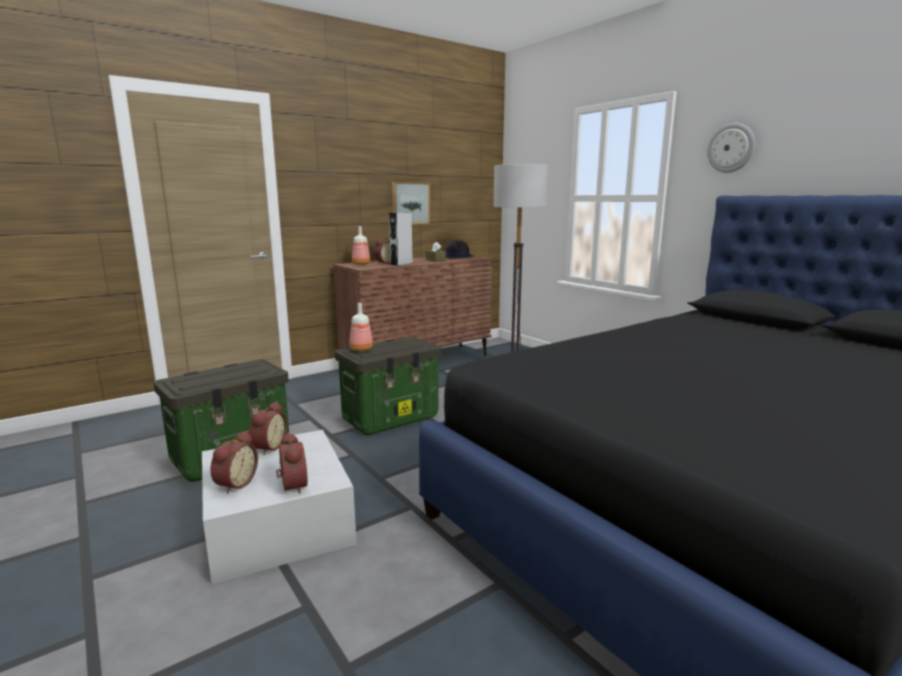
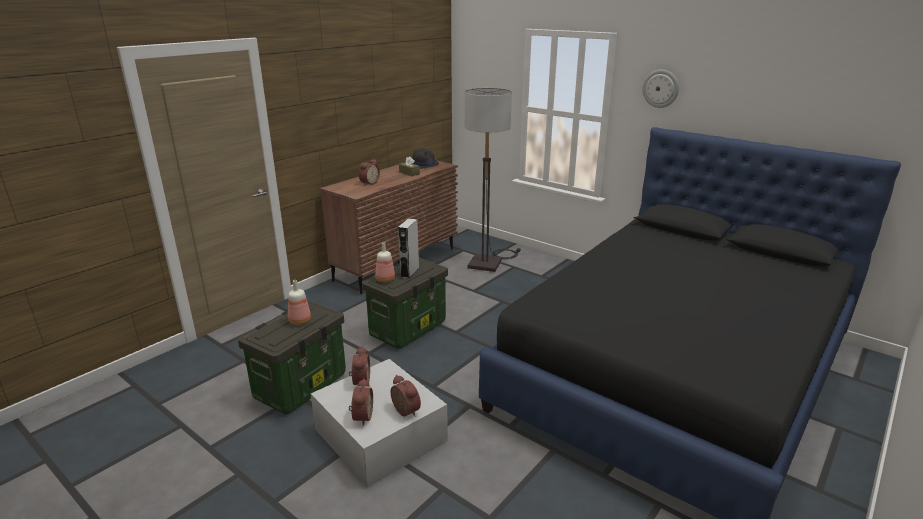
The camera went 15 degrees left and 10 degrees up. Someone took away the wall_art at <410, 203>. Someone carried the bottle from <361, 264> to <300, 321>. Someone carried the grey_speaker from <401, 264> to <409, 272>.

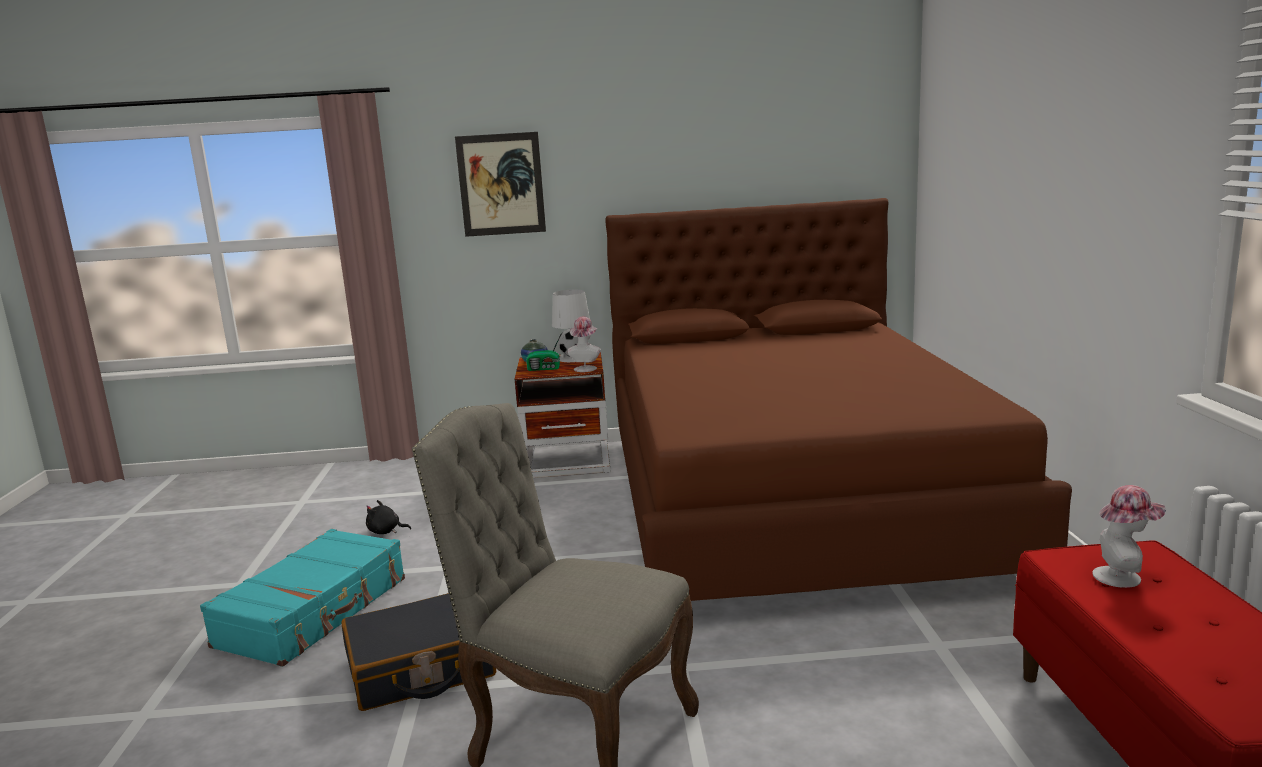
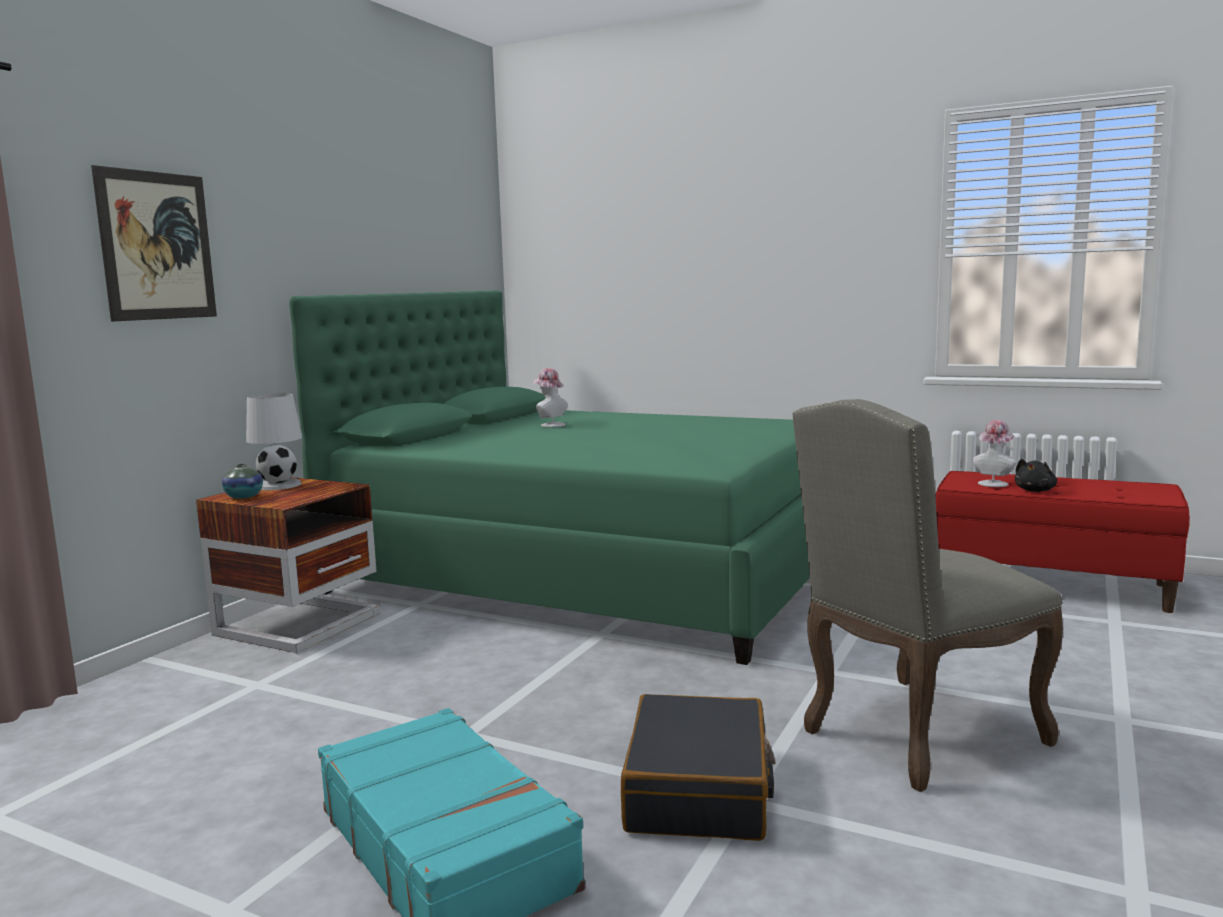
The camera went 60 degrees left and 5 degrees down. Someone took away the radio at <544, 369>. Someone carried the blackish_cuddly_toy from <386, 531> to <1035, 491>. Someone carried the wearable_hat from <586, 368> to <550, 425>. Someone repainted the brown-coloured_bed at <793, 501>, which became the greenish_bed at <594, 571>.

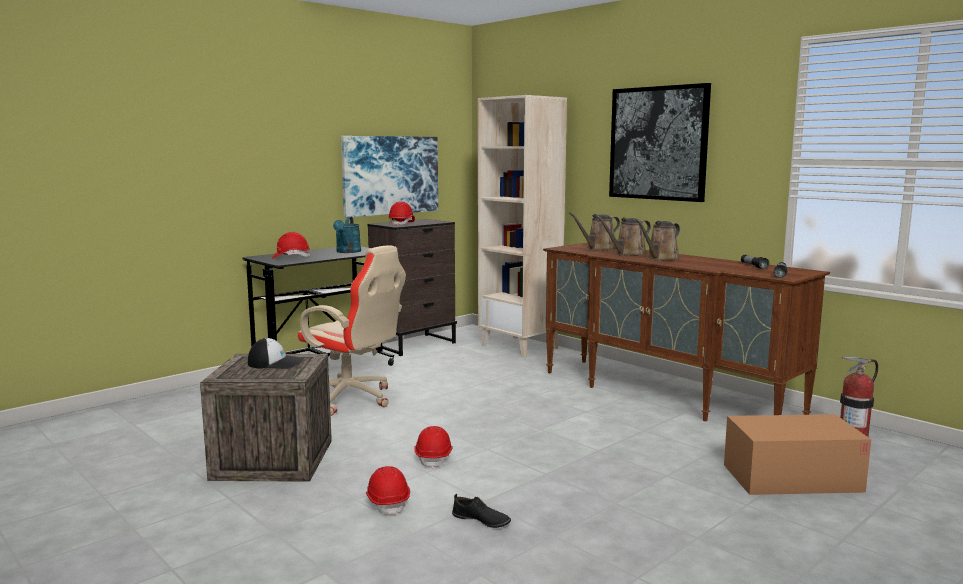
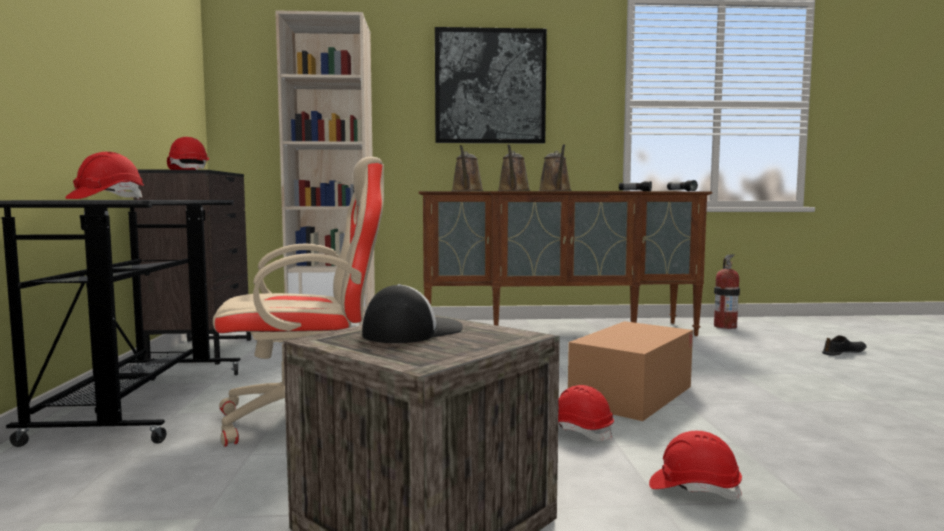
The camera went 50 degrees left and 5 degrees down. Someone took away the turquoise_watering_can at <347, 252>. Someone took away the wall_art at <390, 175>. Someone carried the blackish_item_of_footwear from <481, 520> to <844, 352>. Someone carried the packing_box from <792, 478> to <632, 395>.

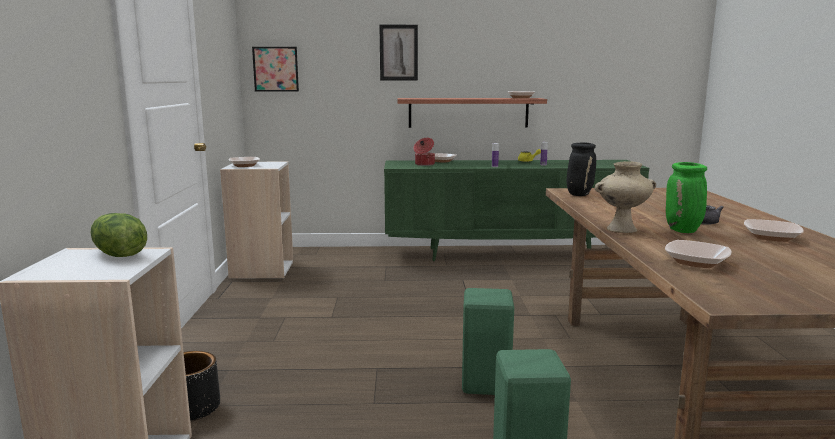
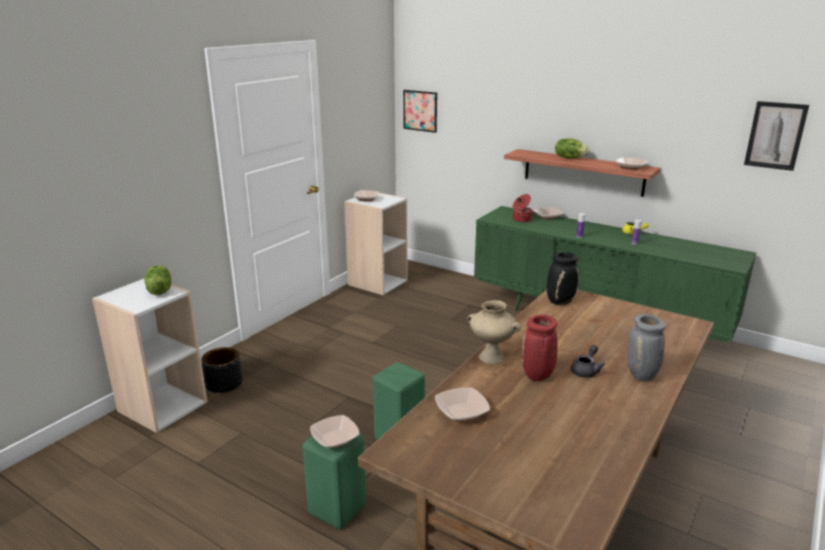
The camera went 35 degrees right and 10 degrees up. Someone put down the lettuce at <569, 158>. Someone put down the grey_decorative_vase at <642, 375>. Someone carried the wall_art from <398, 52> to <775, 135>. Someone carried the deep_dish from <771, 237> to <335, 438>. Someone repainted the greenish_decorative_vase at <683, 231>, which became the reddish_decorative_vase at <538, 376>.

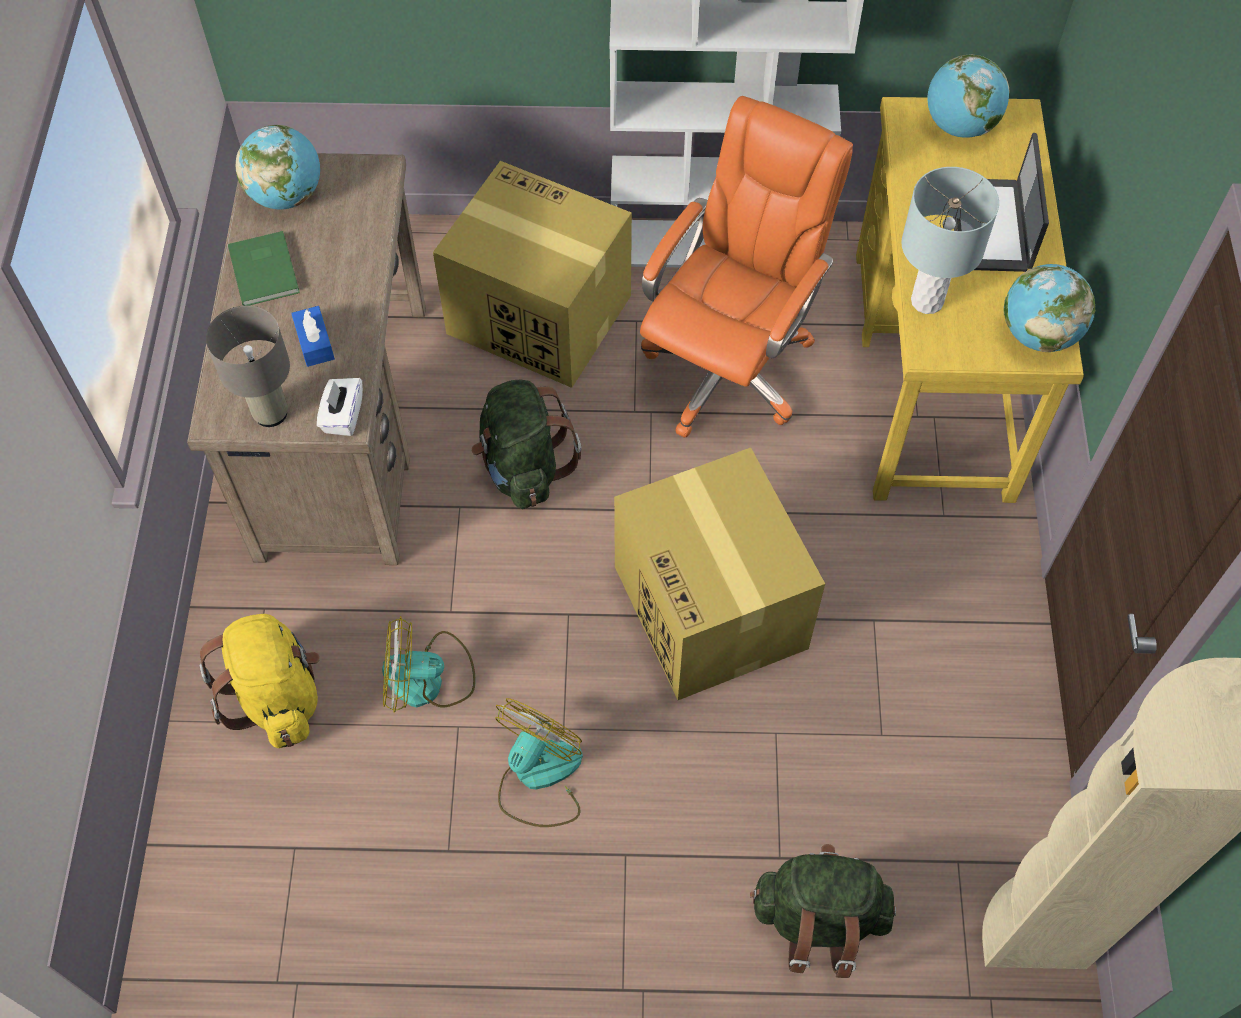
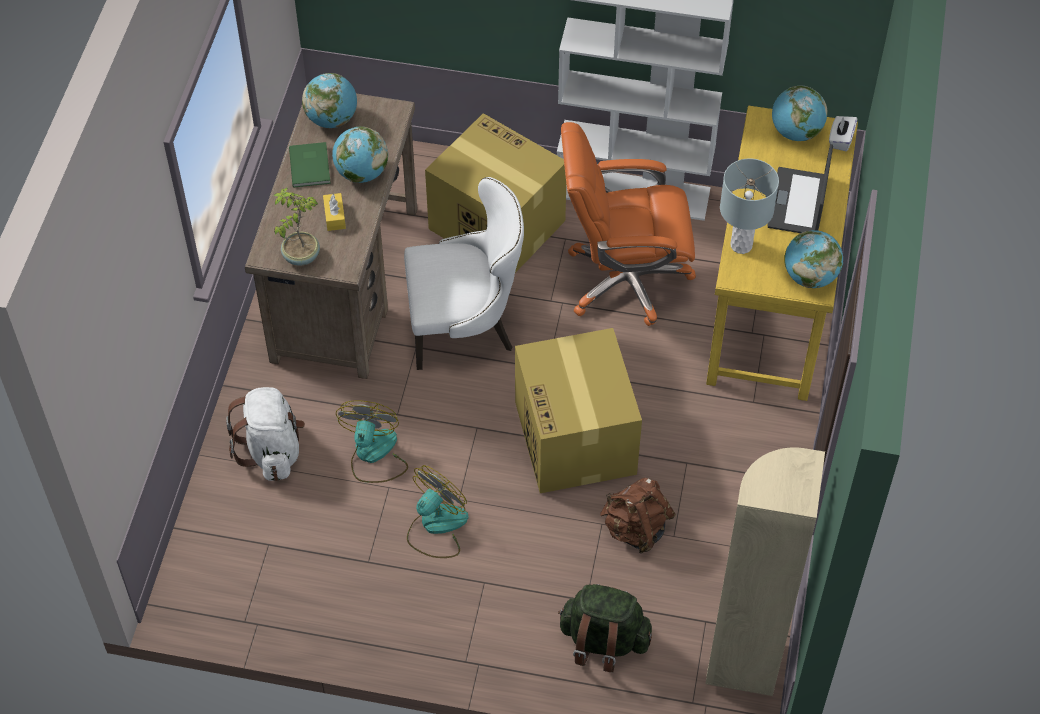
The camera went 10 degrees right and 5 degrees down. Someone put down the desk_globe at <361, 173>. Someone put down the brown-coloured_rucksack at <636, 529>. Someone carried the whitish_tissue_box from <343, 416> to <840, 140>. Someone swapped the grey_tabletop_lamp at <271, 412> for the potted_plant at <300, 256>. Someone swapped the greenish_rucksack at <523, 468> for the whitish_upright_chair at <465, 328>. Someone repainted the yellow_rucksack at <277, 697>, which became the whitish_rucksack at <272, 450>. Someone repainted the blue_tissue_box at <315, 343>, which became the yellow_tissue_box at <335, 216>. Someone rotated the cooling_fan at <427, 680> by 90 degrees clockwise. Someone rotated the orange-coloured_office_chair at <729, 367> by 135 degrees counterclockwise.

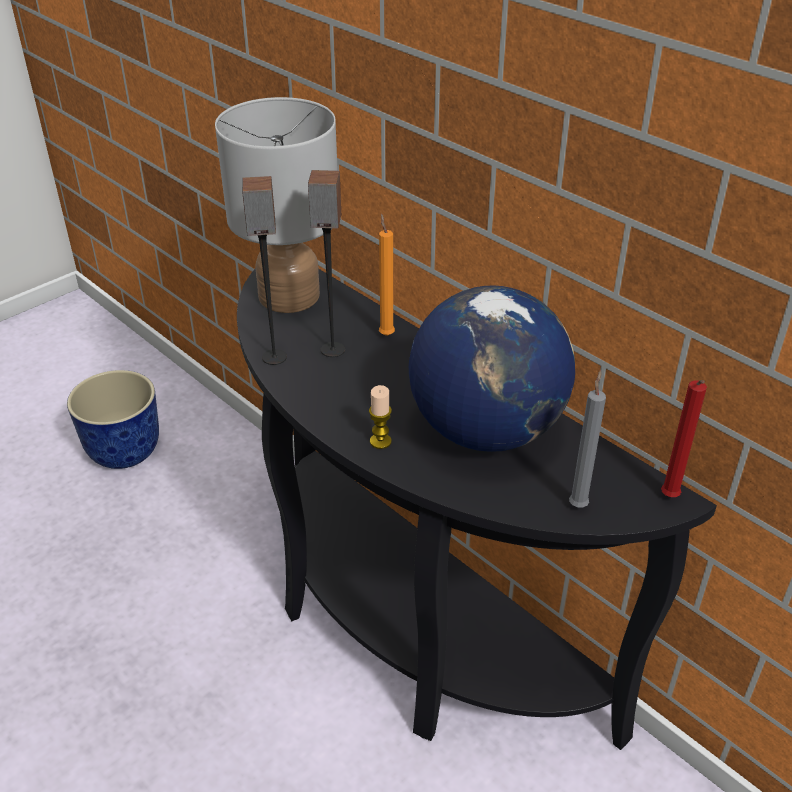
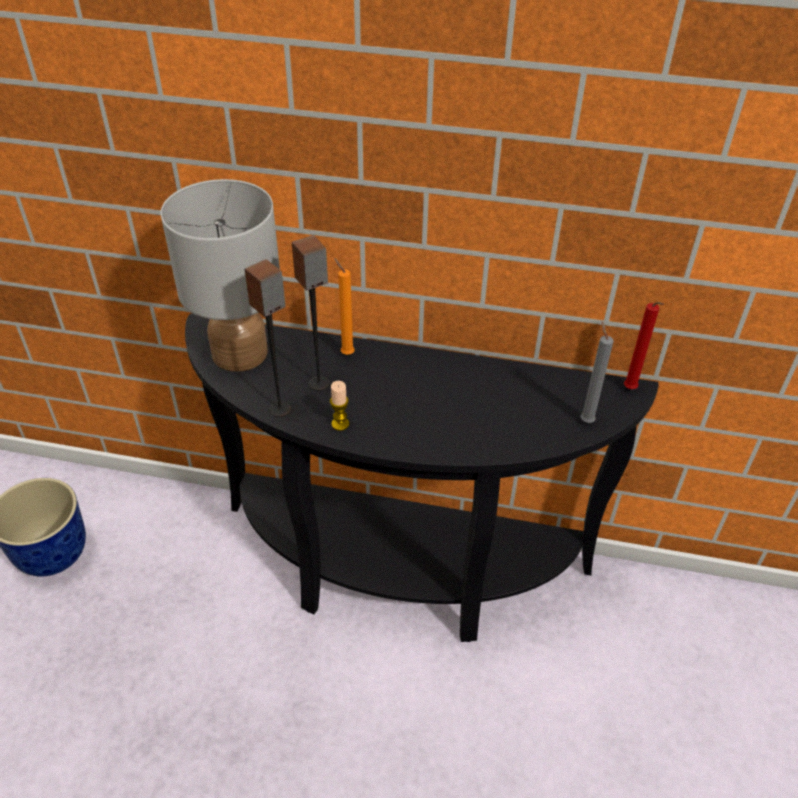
The camera went 35 degrees left and 5 degrees up. Someone took away the desk_globe at <486, 430>. Someone carried the candle from <380, 441> to <340, 424>.

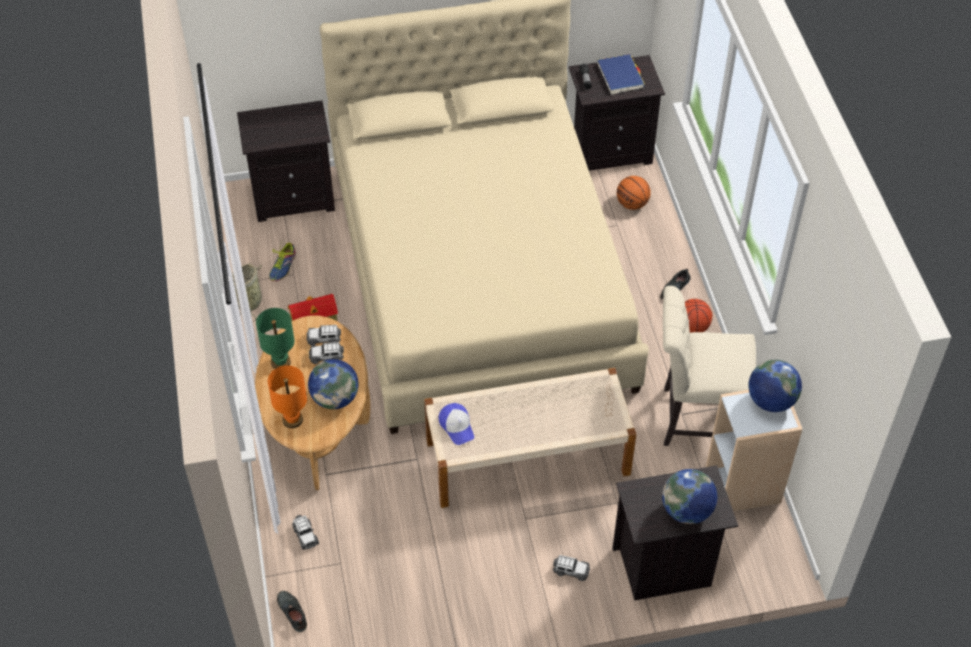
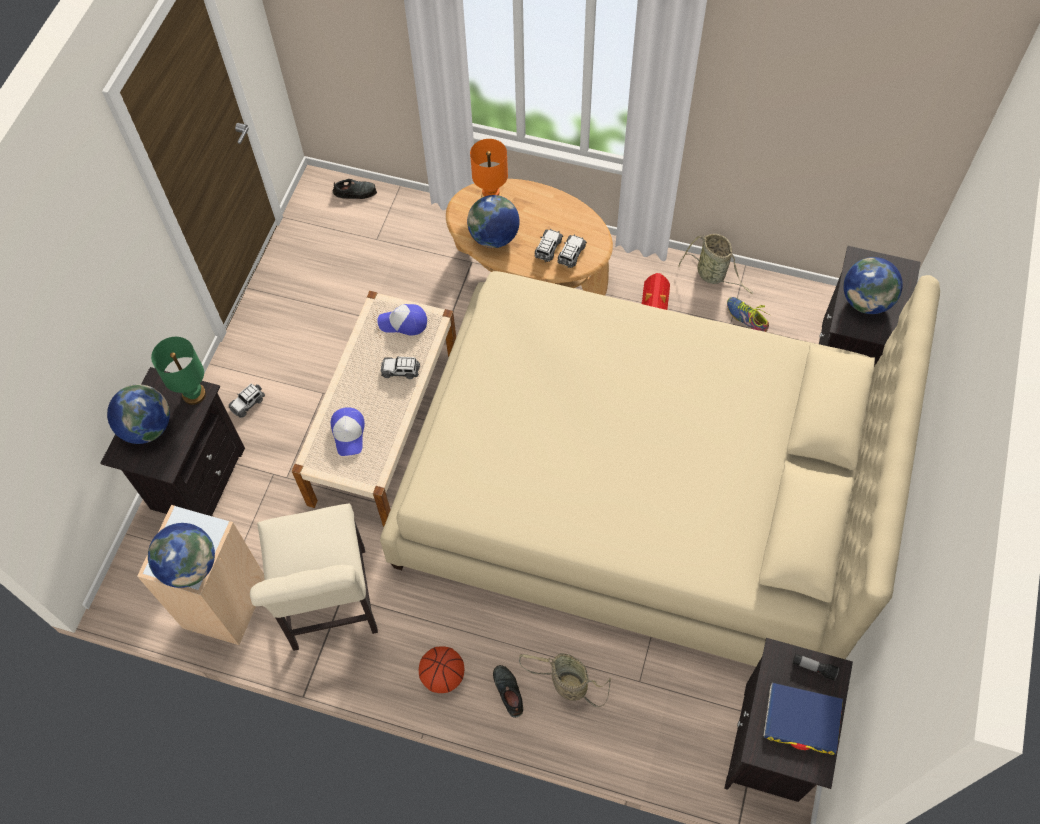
The camera went 120 degrees right and 10 degrees up. Someone took away the basketball at <632, 204>. Someone put down the peaked_cap at <349, 433>. Someone put down the storage_basket at <567, 684>. Someone put down the desk_globe at <866, 301>. Someone carried the greenish_tabletop_lamp from <281, 362> to <193, 395>. Someone carried the toy_car from <305, 535> to <401, 370>. Someone rotated the beige-coloured_upright_chair at <695, 417> by 135 degrees clockwise.

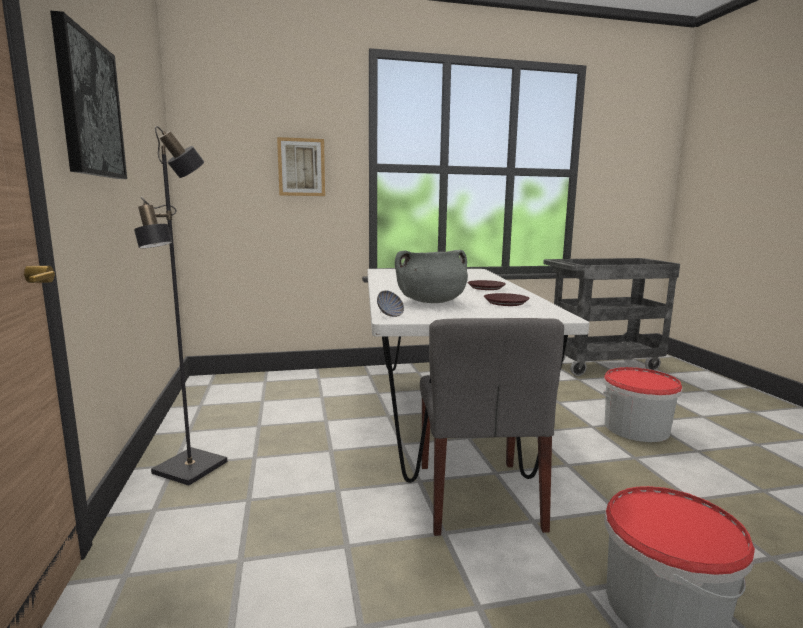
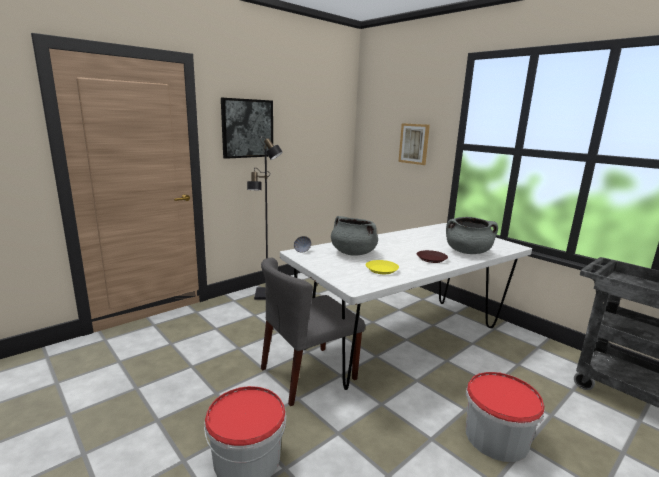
The camera went 60 degrees right and 5 degrees up. Someone put down the grey_stockpot at <468, 252>. Someone repainted the brown-coloured_dinner_plate at <505, 303>, which became the yellow_dinner_plate at <382, 269>.

